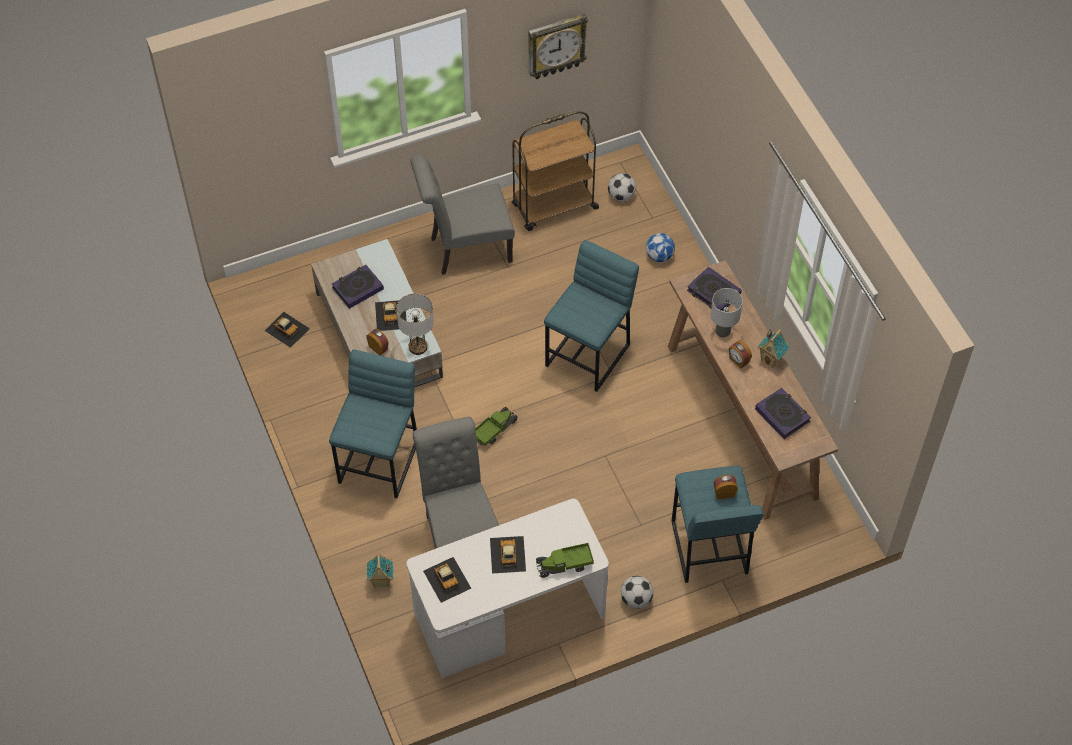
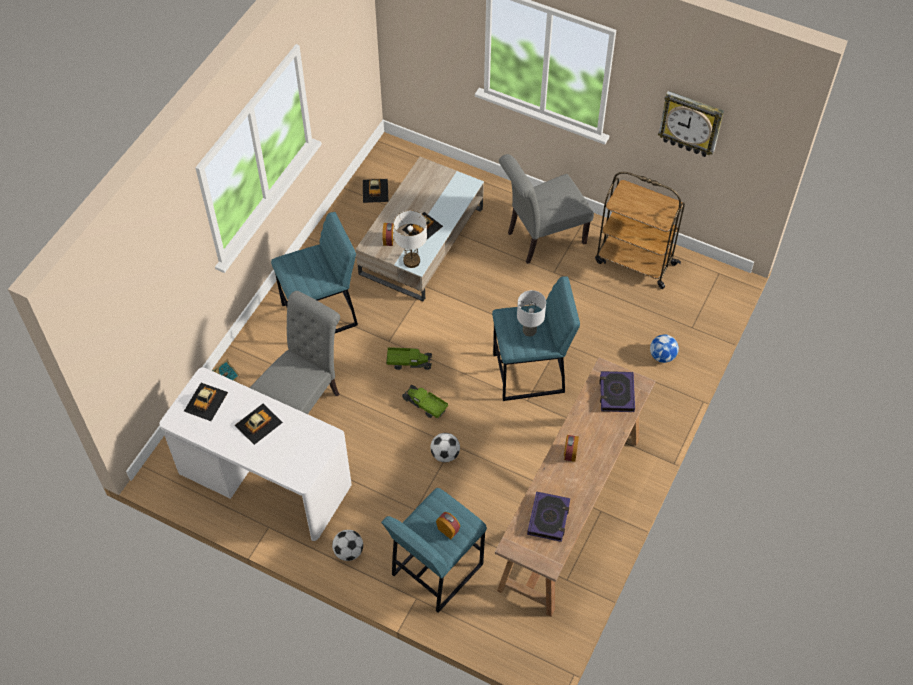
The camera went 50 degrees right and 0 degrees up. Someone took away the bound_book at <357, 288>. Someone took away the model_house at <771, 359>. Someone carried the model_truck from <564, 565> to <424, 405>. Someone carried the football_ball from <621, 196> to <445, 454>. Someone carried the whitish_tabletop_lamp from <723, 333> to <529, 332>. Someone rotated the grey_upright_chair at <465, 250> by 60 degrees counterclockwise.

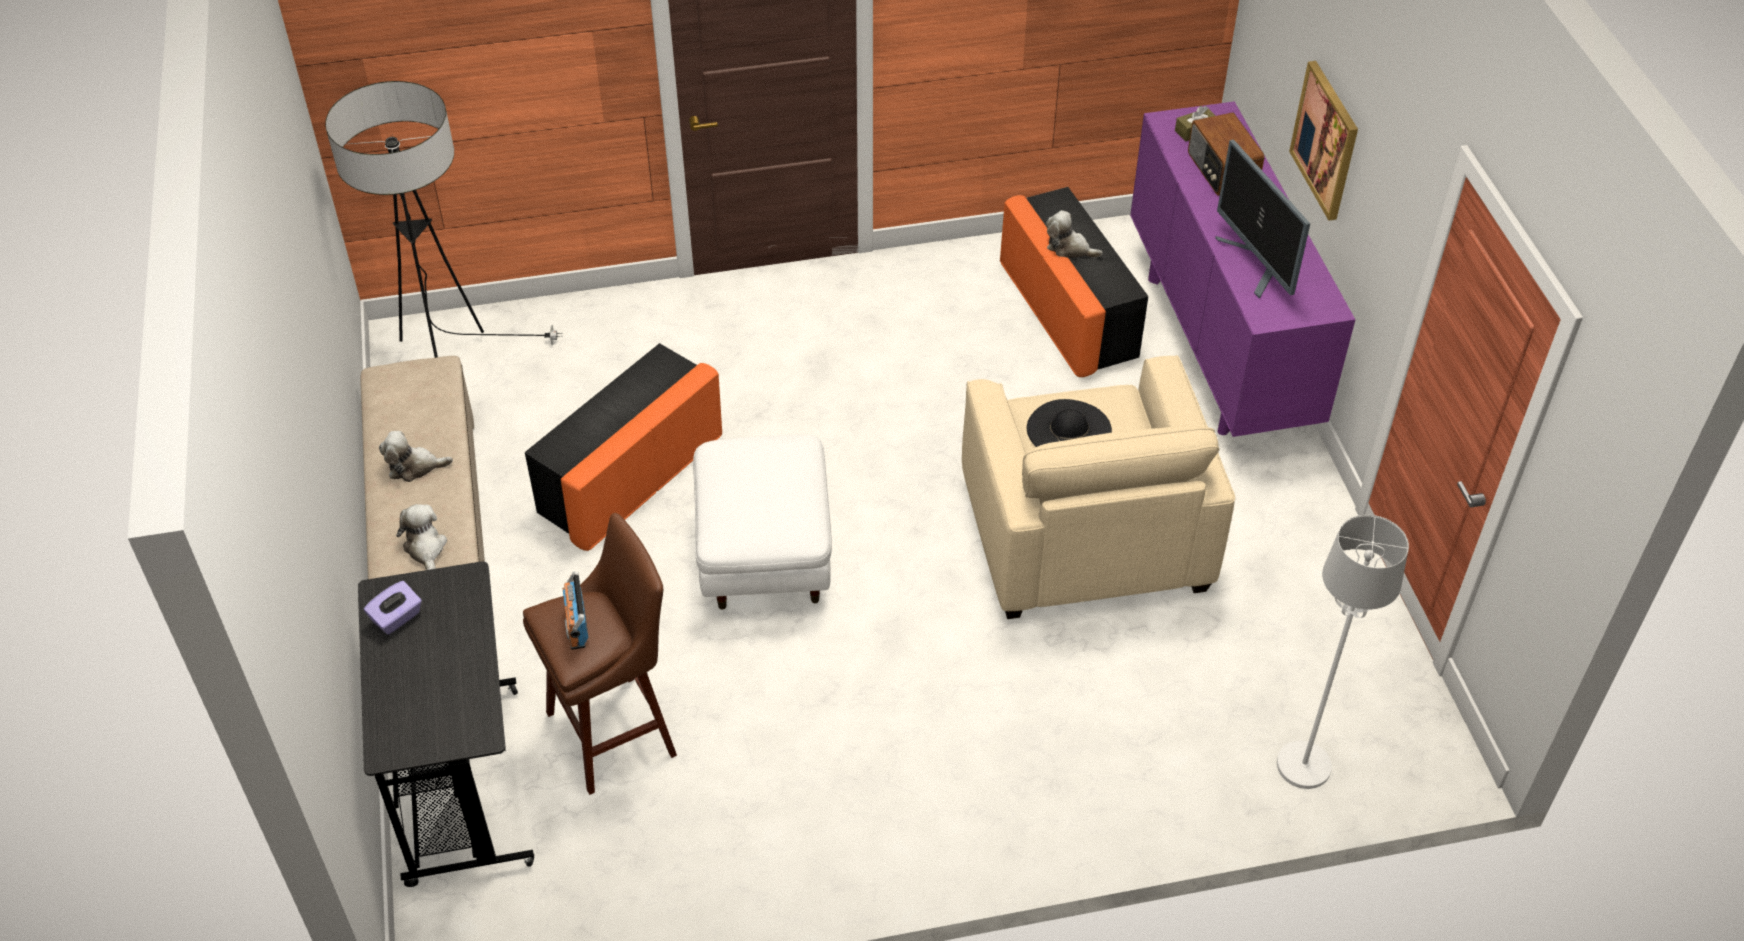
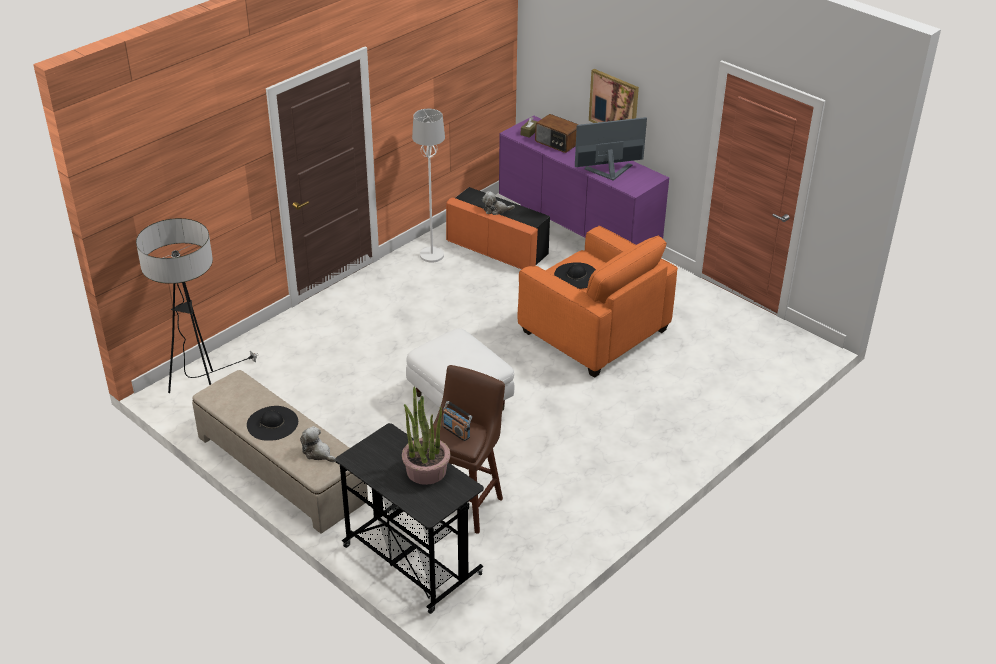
The camera went 35 degrees left and 10 degrees down. Someone took away the purple_tissue_box at <397, 618>. Someone took away the orange-coloured_footrest at <631, 476>. Someone put down the potted_plant at <426, 470>. Someone carried the whitish_floor_lamp from <1303, 765> to <431, 255>. Someone swapped the cuddly_toy at <414, 467> for the blackish_wearable_hat at <272, 423>. Someone repainted the beige-coloured_armchair at <1083, 534>, which became the orange-coloured_armchair at <593, 331>. Someone rotated the monitor at <1256, 265> by 135 degrees clockwise.

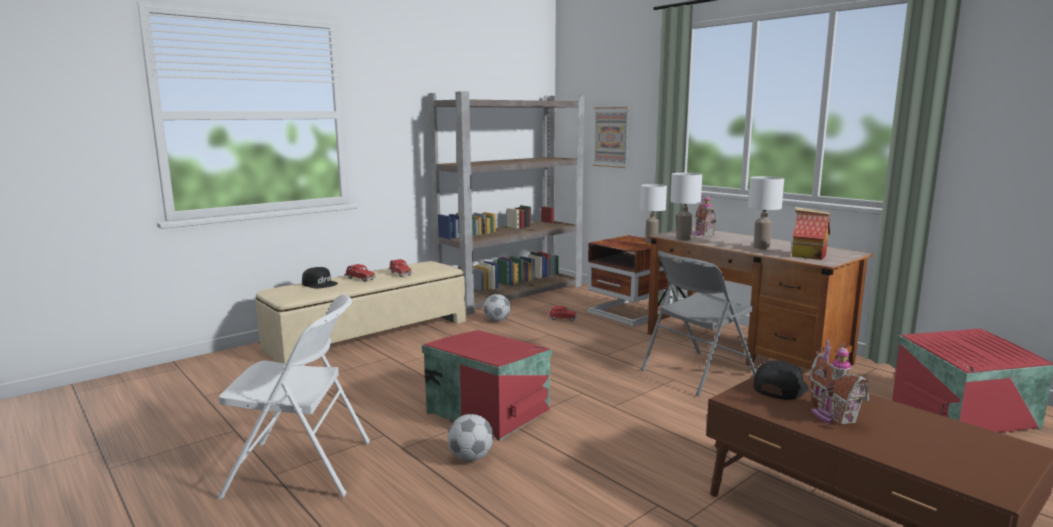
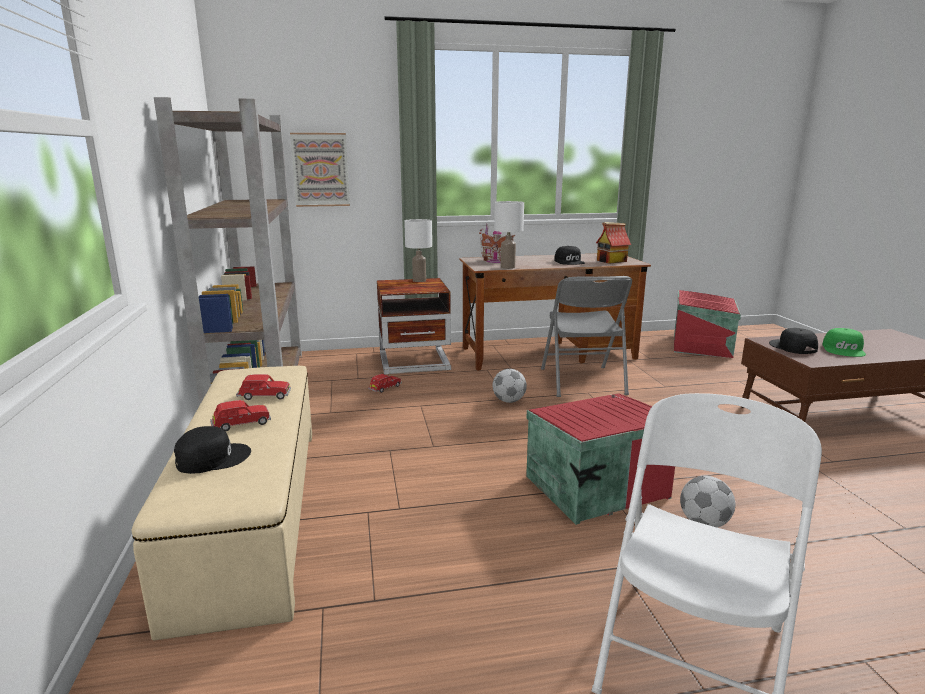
The camera went 60 degrees left and 5 degrees up. Someone carried the football_ball from <497, 320> to <508, 401>. Someone swapped the whitish_tabletop_lamp at <762, 247> for the blackish_peaked_cap at <569, 262>. Someone swapped the model_house at <830, 415> for the greenish_peaked_cap at <844, 349>.

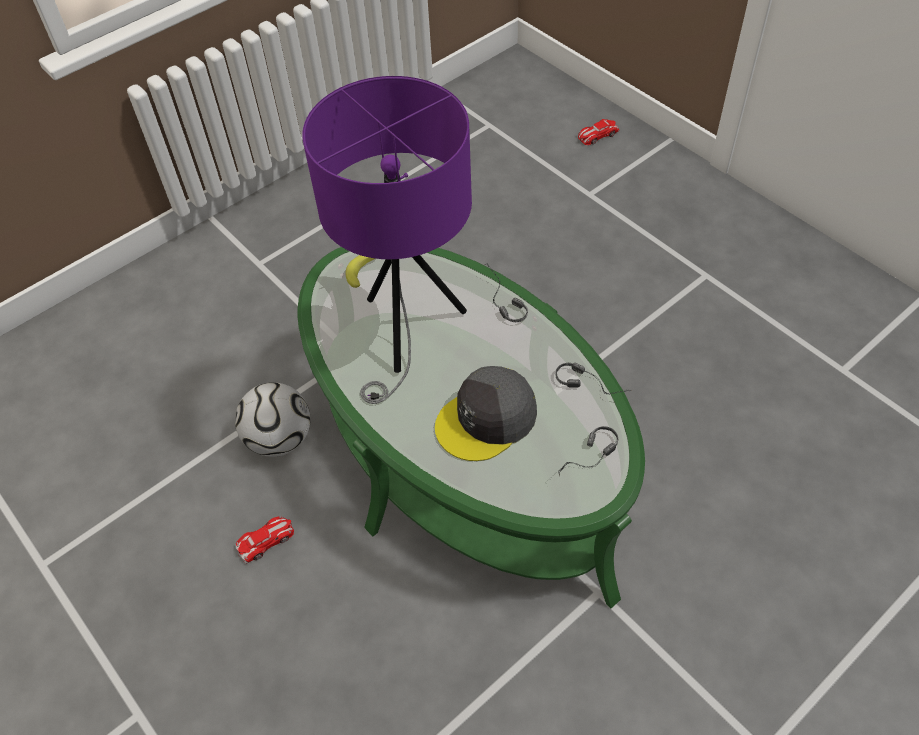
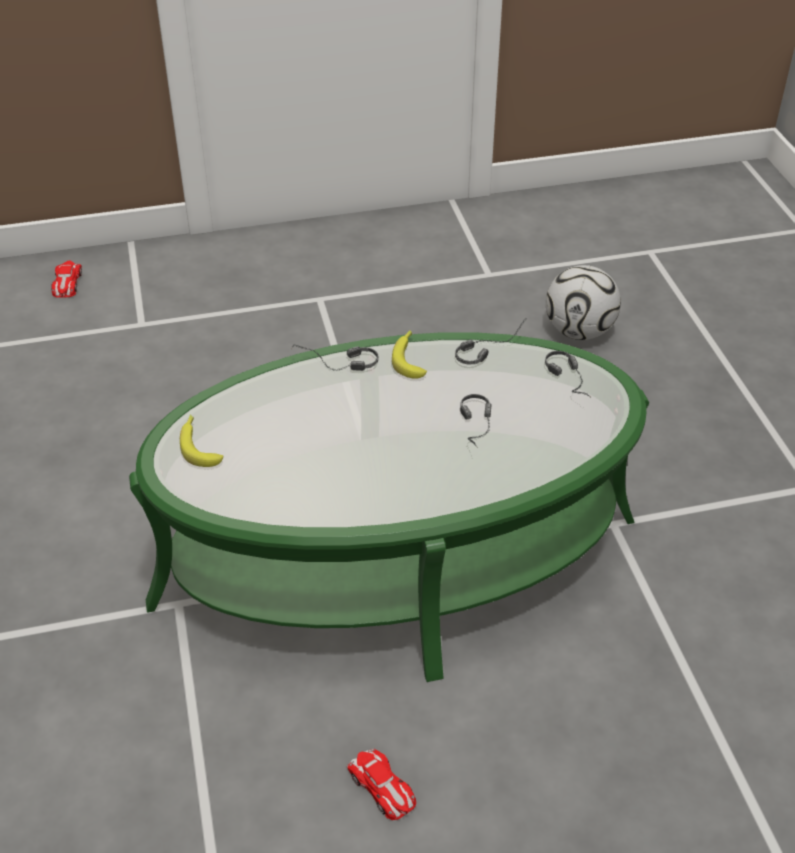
The camera went 65 degrees left and 10 degrees down. Someone took away the purple_tabletop_lamp at <407, 333>. Someone put down the banana_fruit at <409, 358>. Someone carried the football_ball from <280, 439> to <579, 331>. Someone swapped the grey_peaked_cap at <487, 420> for the headset at <479, 430>. Someone rotated the toy_car at <266, 540> by 150 degrees clockwise.

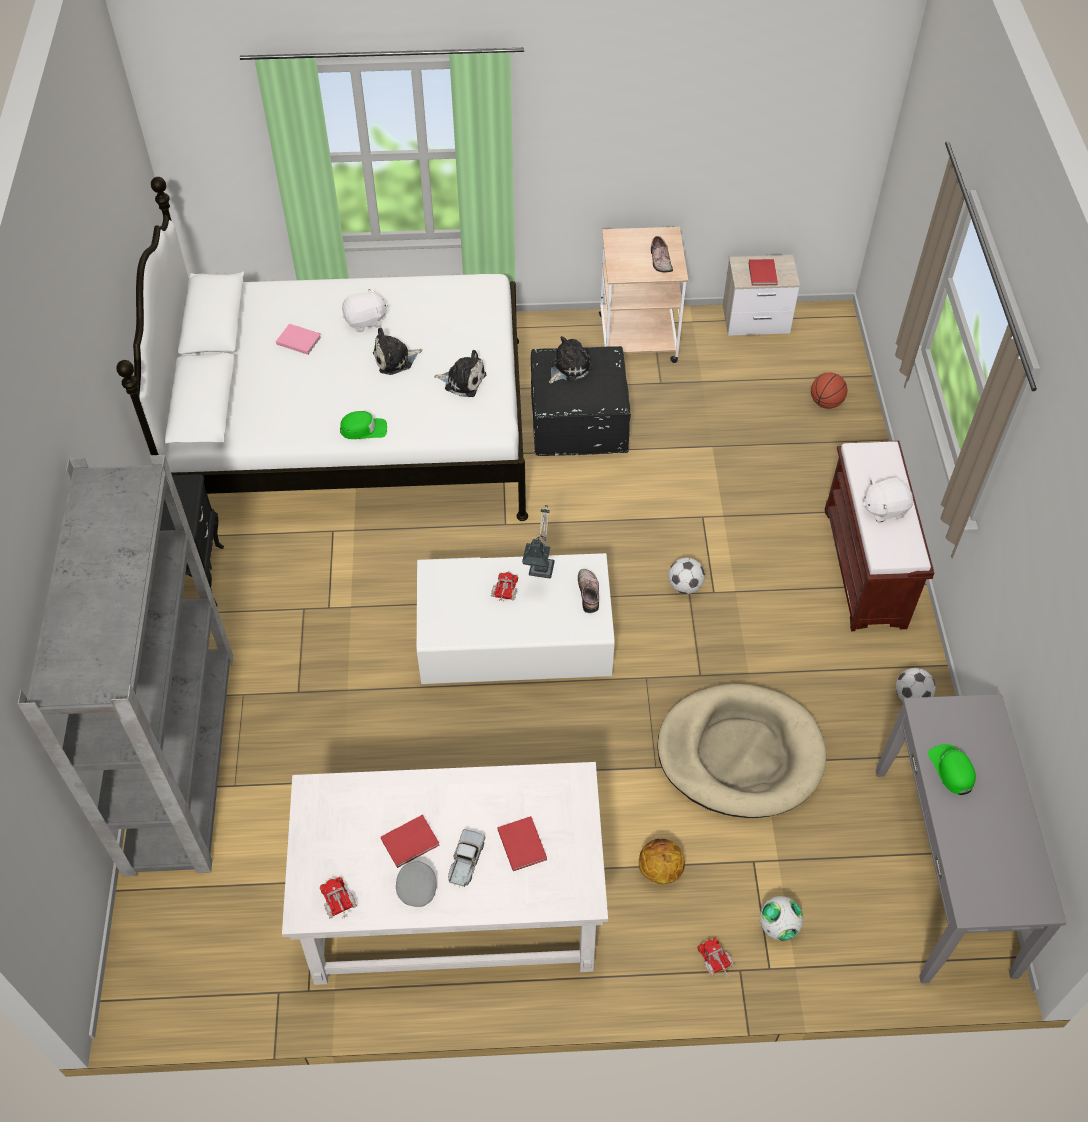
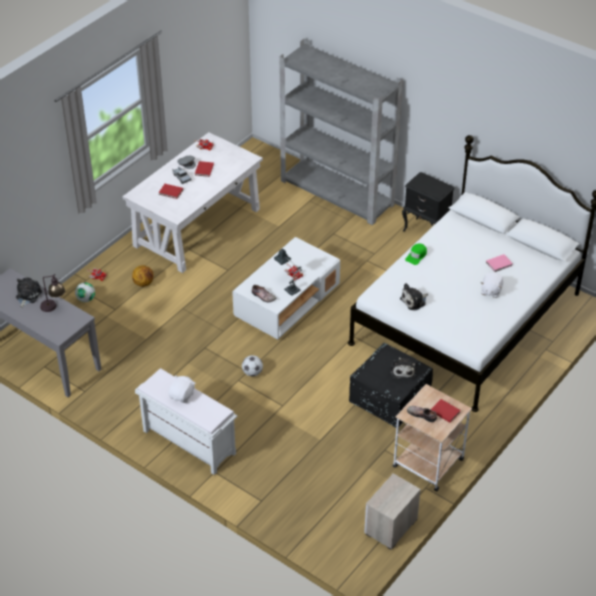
The camera went 130 degrees right and 10 degrees down. Someone took away the beige-coloured_dog_cushion at <740, 754>. Someone took away the basketball at <826, 402>. Someone took away the football_ball at <911, 697>. Someone carried the cuddly_toy from <395, 359> to <27, 296>. Someone carried the reddish_bound_book from <762, 274> to <444, 411>. Someone swapped the greenish_peaked_cap at <951, 770> for the tabletop_lamp at <54, 307>. Someone repainted the brown-coloured_indoor_bench at <865, 568>, which became the whitish_indoor_bench at <188, 442>.

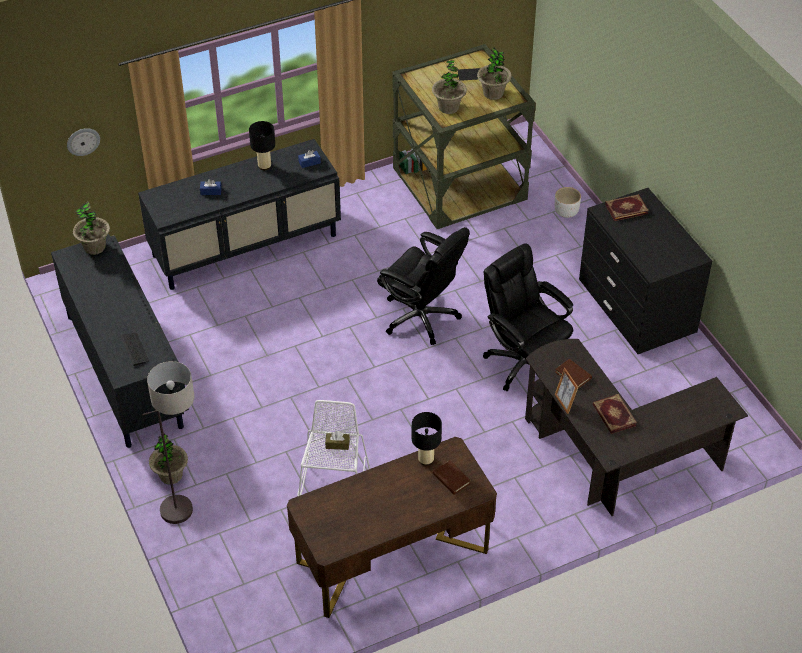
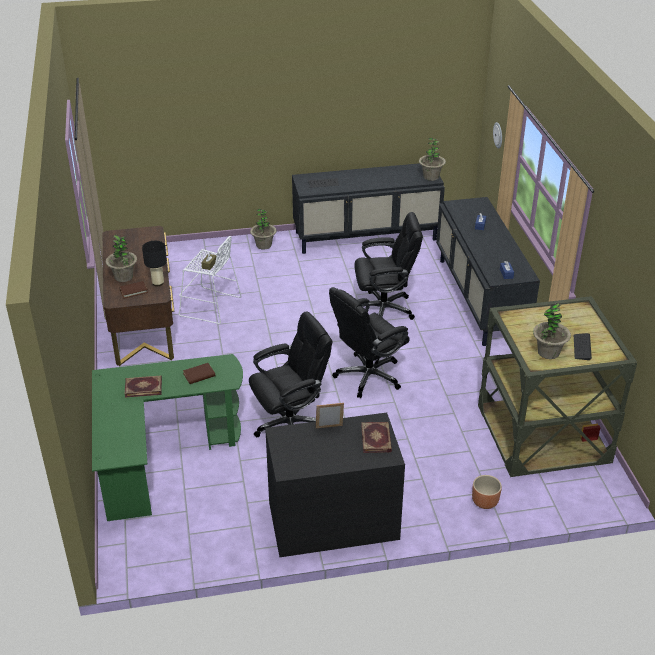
The camera went 105 degrees right and 10 degrees down. Someone took away the grey_floor_lamp at <186, 507>. Someone took away the blackish_tabletop_lamp at <264, 166>. Someone put down the blackish_office_chair at <383, 309>. Someone carried the potted_plant from <448, 107> to <123, 277>. Someone carried the photo_frame from <564, 403> to <329, 429>. Someone repainted the blackish_desk at <616, 460>, which became the greenish_desk at <158, 454>. Someone repainted the whitish_flower_pot at <566, 212>, which became the brown-coloured_flower_pot at <484, 502>.

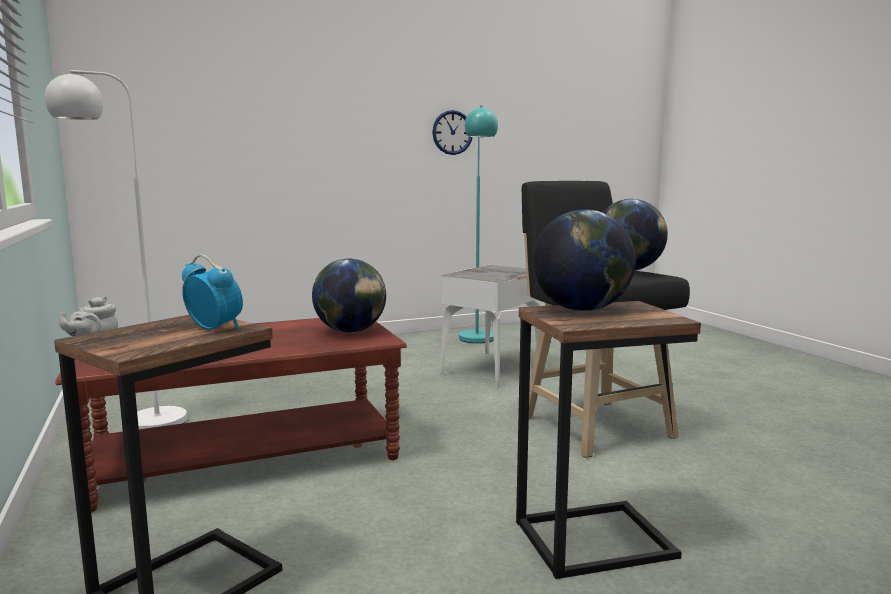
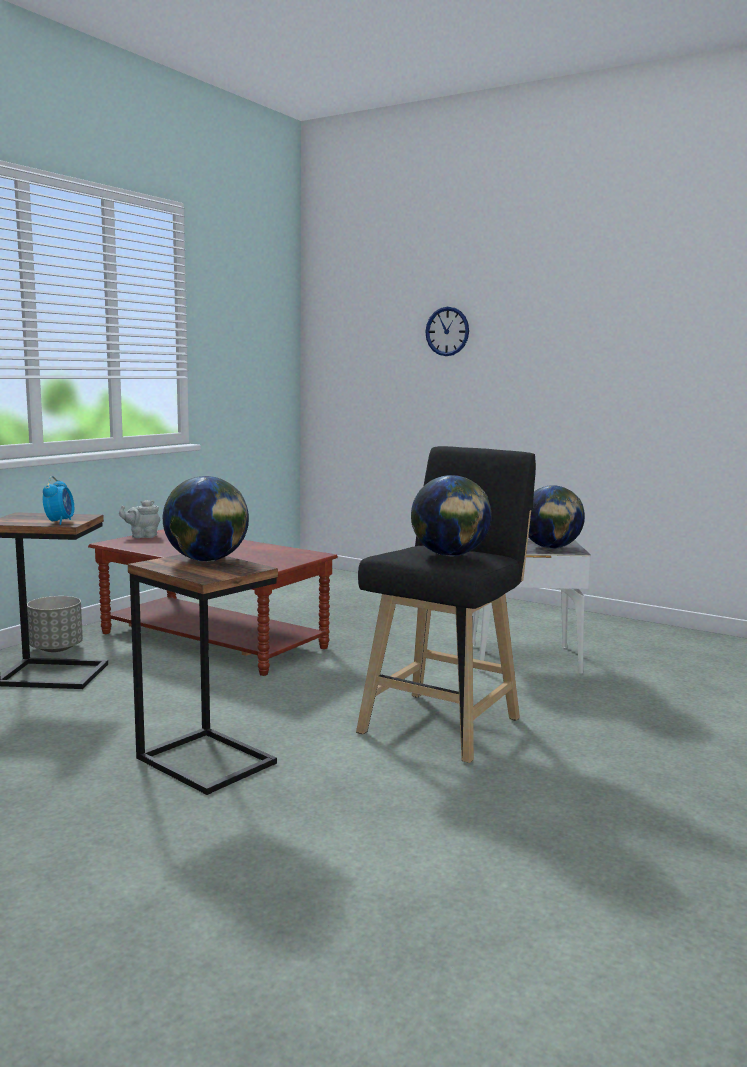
The camera went 55 degrees right and 0 degrees up. Someone took away the whitish_floor_lamp at <138, 425>. Someone took away the turquoise_floor_lamp at <478, 341>. Someone put down the grey_flower_pot at <56, 648>. Someone carried the desk_globe from <350, 332> to <550, 548>. Someone carried the hanging_clock from <452, 132> to <447, 331>.

